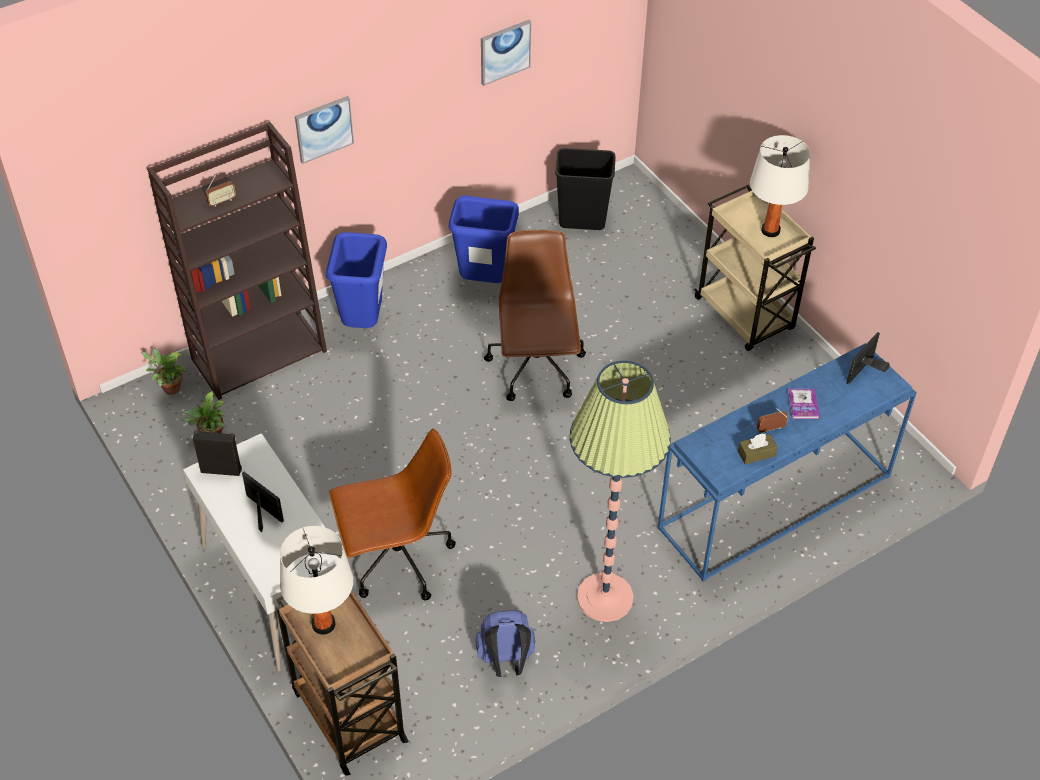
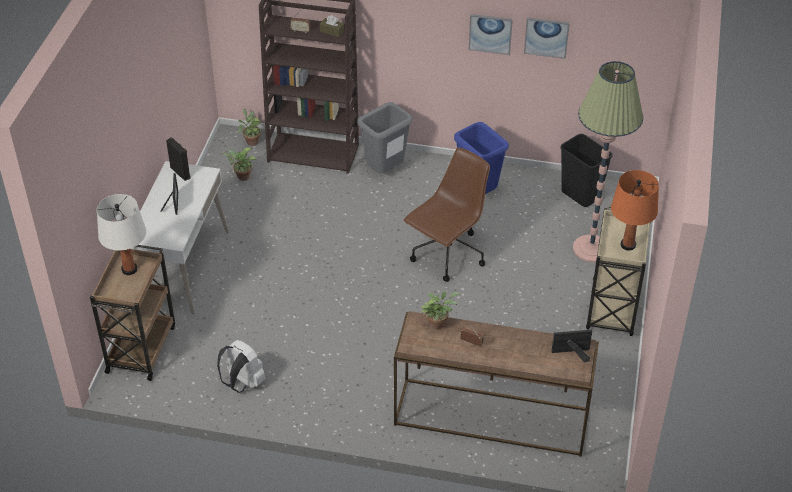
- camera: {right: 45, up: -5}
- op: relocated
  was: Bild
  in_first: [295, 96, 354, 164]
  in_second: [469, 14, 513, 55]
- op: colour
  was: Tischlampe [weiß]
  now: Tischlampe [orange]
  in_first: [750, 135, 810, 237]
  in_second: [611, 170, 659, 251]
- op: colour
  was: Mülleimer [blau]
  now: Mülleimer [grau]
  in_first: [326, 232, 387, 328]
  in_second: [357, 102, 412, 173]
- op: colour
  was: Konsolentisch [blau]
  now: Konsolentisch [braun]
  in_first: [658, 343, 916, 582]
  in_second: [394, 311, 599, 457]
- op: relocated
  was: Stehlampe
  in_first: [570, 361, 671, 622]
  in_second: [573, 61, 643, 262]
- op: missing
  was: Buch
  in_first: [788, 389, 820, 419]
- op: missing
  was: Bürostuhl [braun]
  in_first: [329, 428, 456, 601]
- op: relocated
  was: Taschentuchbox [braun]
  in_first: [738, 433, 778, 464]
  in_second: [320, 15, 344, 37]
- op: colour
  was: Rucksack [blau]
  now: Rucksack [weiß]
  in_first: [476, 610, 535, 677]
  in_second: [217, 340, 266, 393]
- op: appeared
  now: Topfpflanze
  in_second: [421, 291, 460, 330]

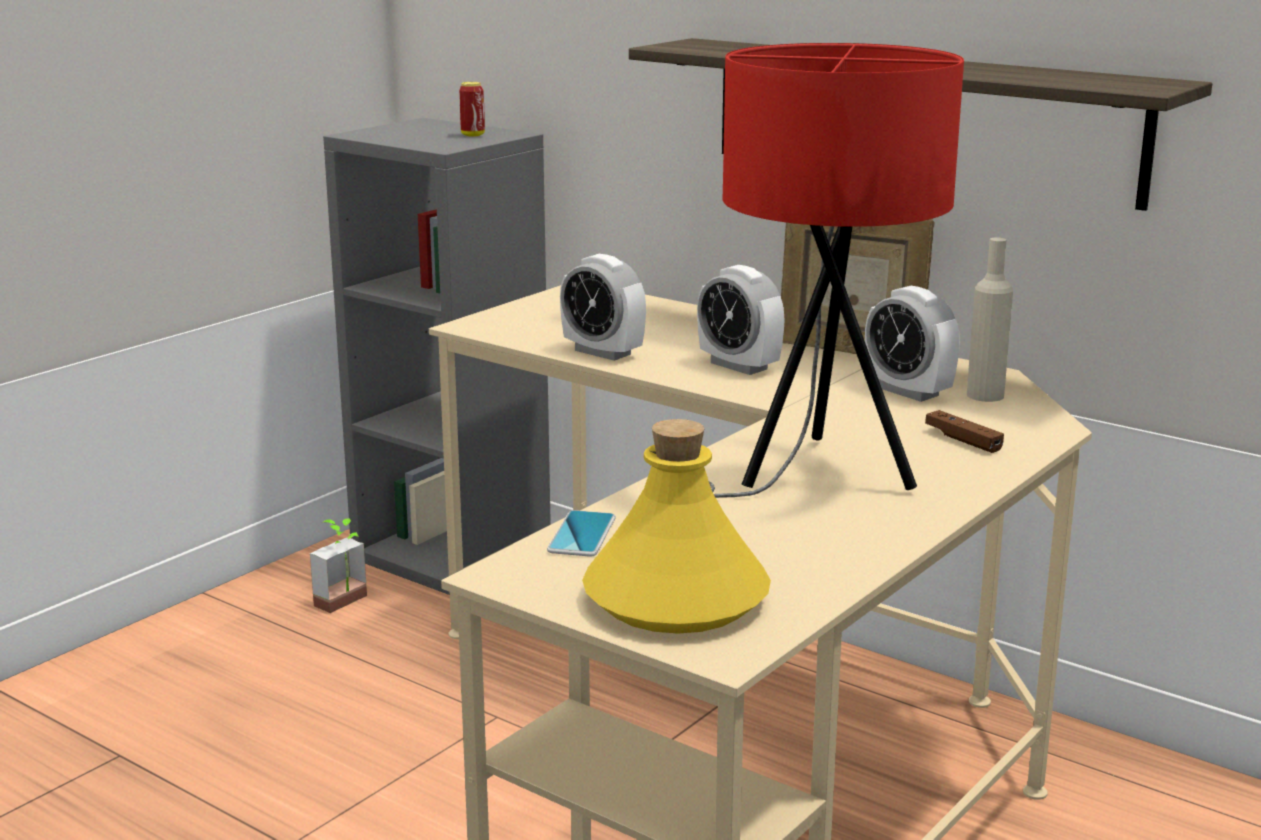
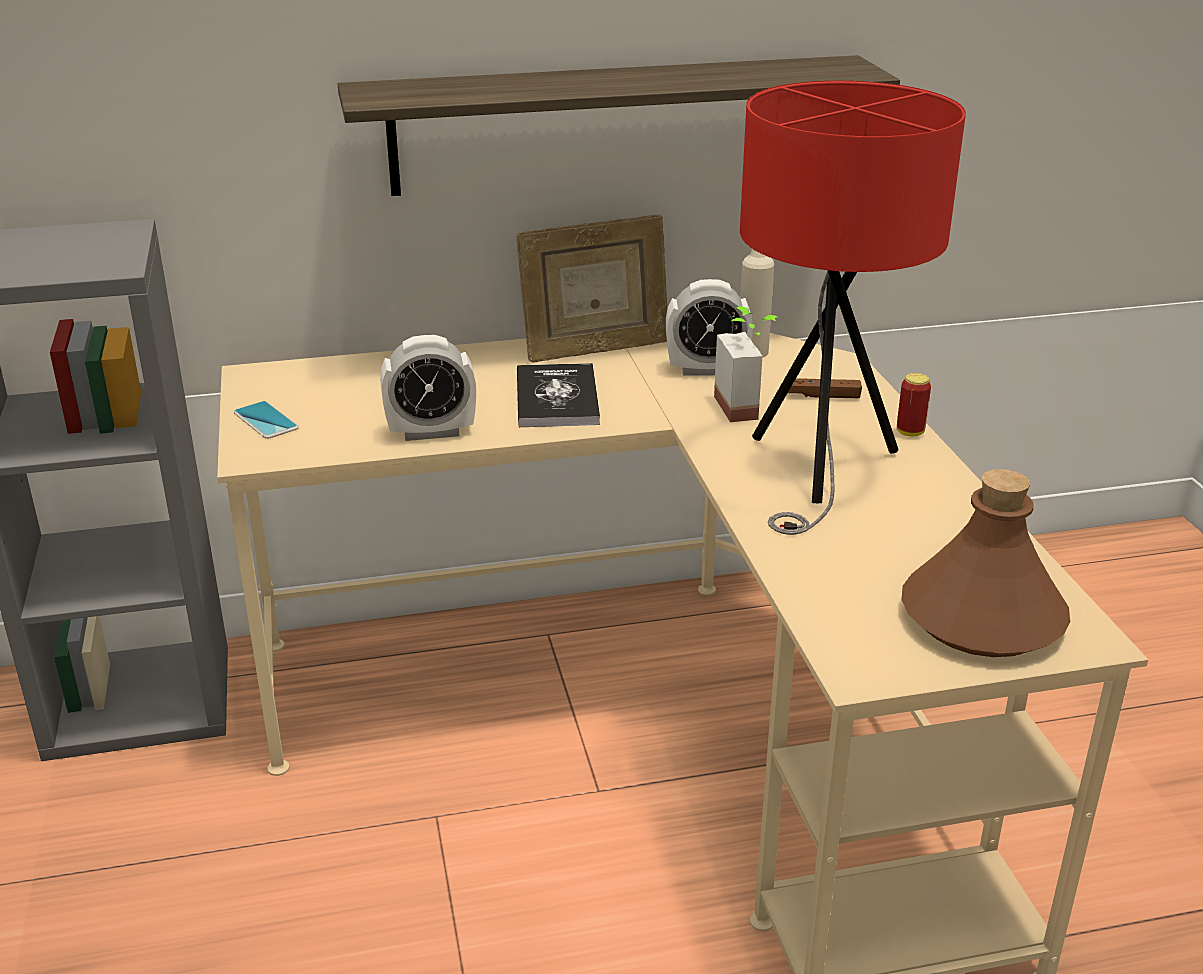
- camera: {right: -50, up: 10}
- op: relocated
  was: Dose
  in_first: [459, 82, 485, 137]
  in_second: [897, 373, 931, 437]
- op: exchanged
  was: Wecker
  now: Buch
  in_first: [697, 265, 785, 375]
  in_second: [517, 363, 600, 427]
- op: colour
  was: Flasche [gelb]
  now: Flasche [braun]
  in_first: [582, 419, 771, 634]
  in_second: [901, 469, 1070, 657]
- op: relocated
  was: Handy
  in_first: [547, 510, 616, 557]
  in_second: [234, 401, 299, 439]
- op: relocated
  was: Topfpflanze
  in_first: [310, 518, 367, 613]
  in_second: [714, 306, 779, 422]

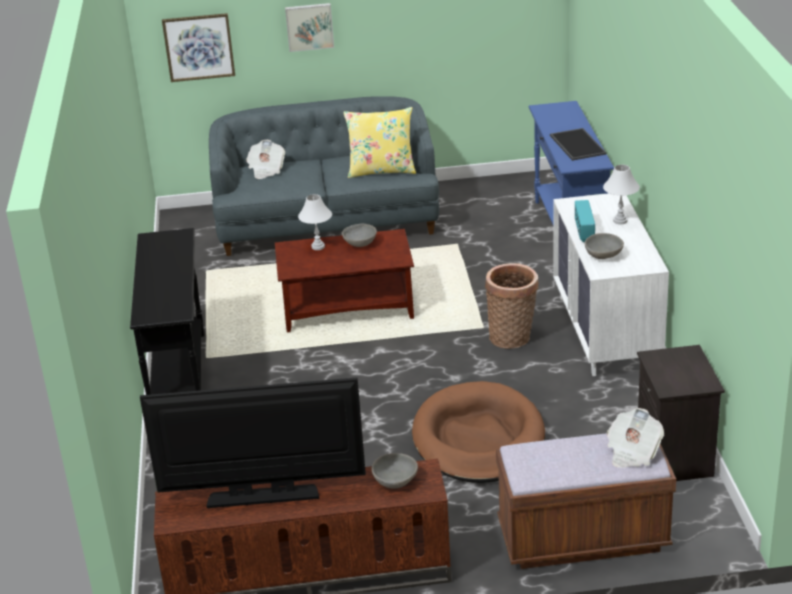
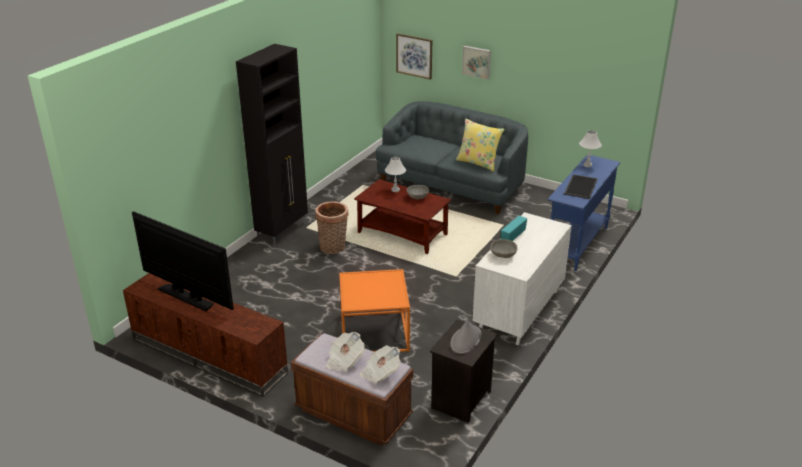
- camera: {right: 35, up: 0}
- op: relocated
  was: Zeitung
  in_first: [246, 140, 285, 179]
  in_second: [326, 332, 365, 371]
- op: relocated
  was: Tischlampe [weiß]
  in_first: [603, 165, 640, 224]
  in_second: [579, 130, 602, 167]
- op: exchanged
  was: Konsolentisch [schwarz]
  now: Schrank [schwarz]
  in_first: [130, 228, 204, 395]
  in_second: [236, 44, 308, 247]
- op: relocated
  was: Korb
  in_first: [485, 263, 538, 349]
  in_second: [315, 201, 348, 254]
- op: exchanged
  was: Hundebett [braun]
  now: Beistelltisch [orange]
  in_first: [412, 381, 545, 483]
  in_second: [339, 269, 410, 352]
- op: missing
  was: Schüssel [grau]
  in_first: [372, 453, 418, 489]
- op: appeared
  now: Hut [grau]
  in_second: [451, 320, 481, 354]

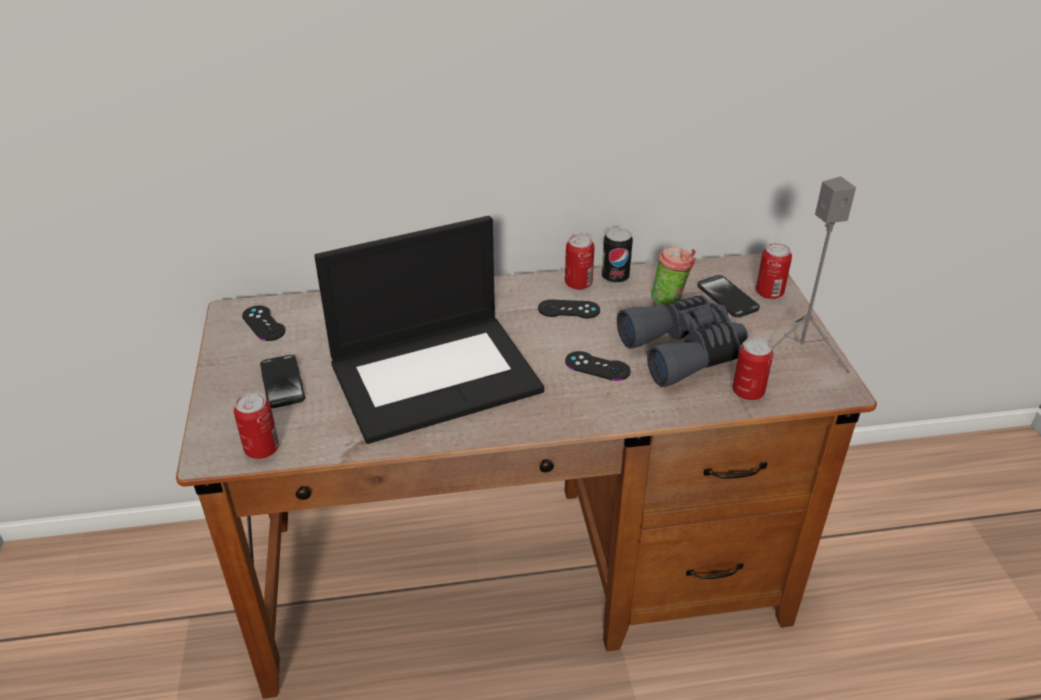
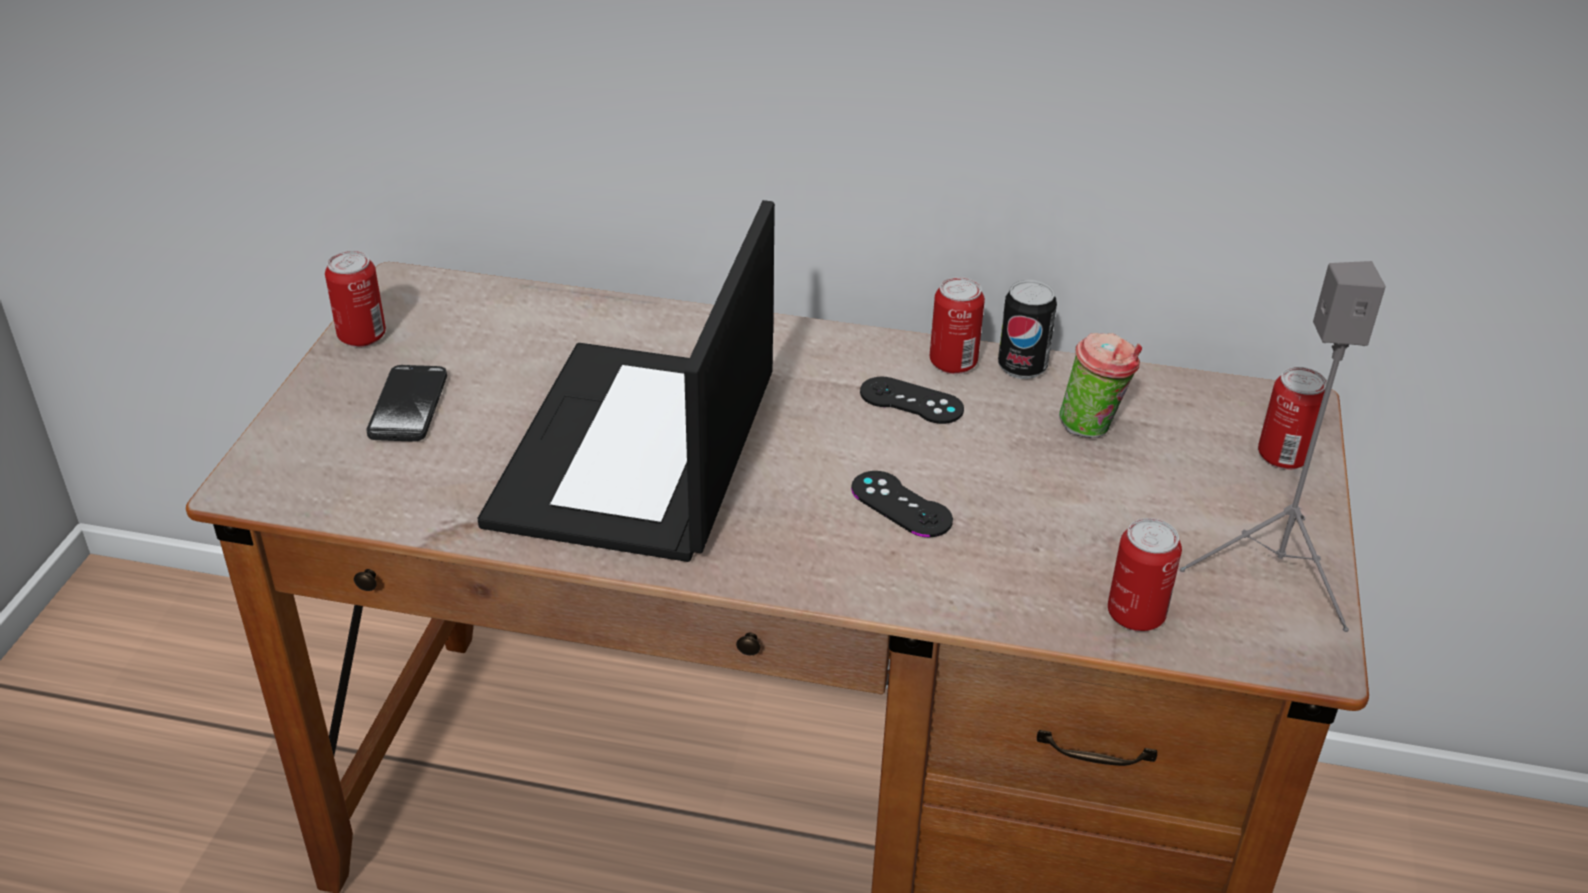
- camera: {right: 20, up: 0}
- op: spun
  was: Laptop
  in_first: [314, 216, 544, 444]
  in_second: [478, 200, 775, 562]
  clockwise: 105
- op: missing
  was: Handy
  in_first: [697, 275, 760, 318]
- op: missing
  was: Fernglas [grau]
  in_first: [617, 295, 748, 387]
- op: missing
  was: Gamepad [schwarz]
  in_first: [242, 306, 285, 341]
- op: relocated
  was: Dose
  in_first: [234, 392, 279, 459]
  in_second: [325, 251, 386, 347]

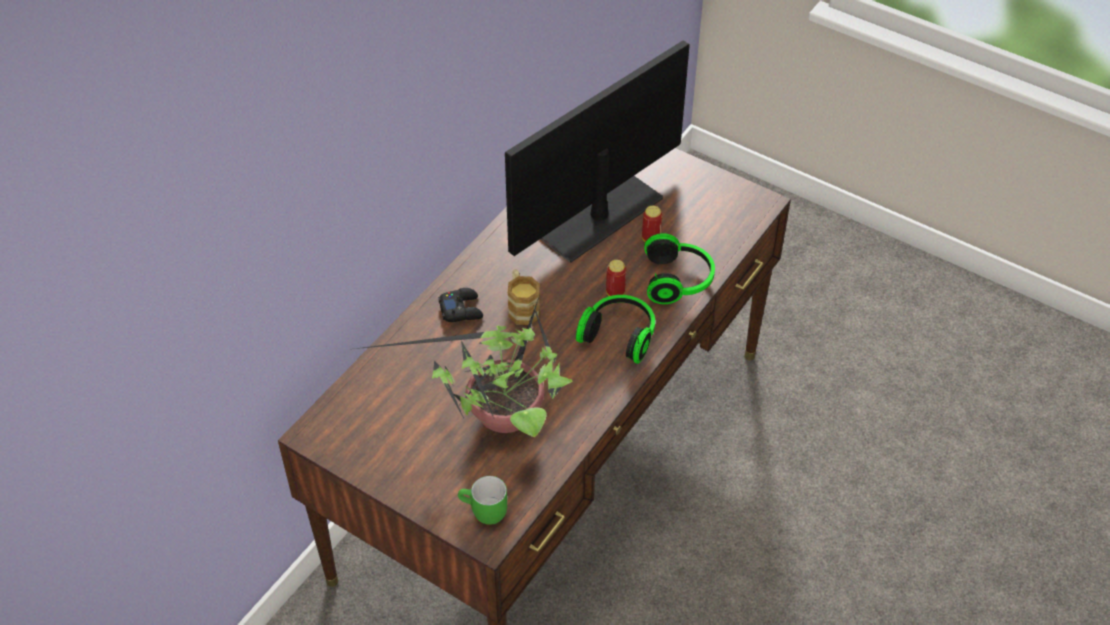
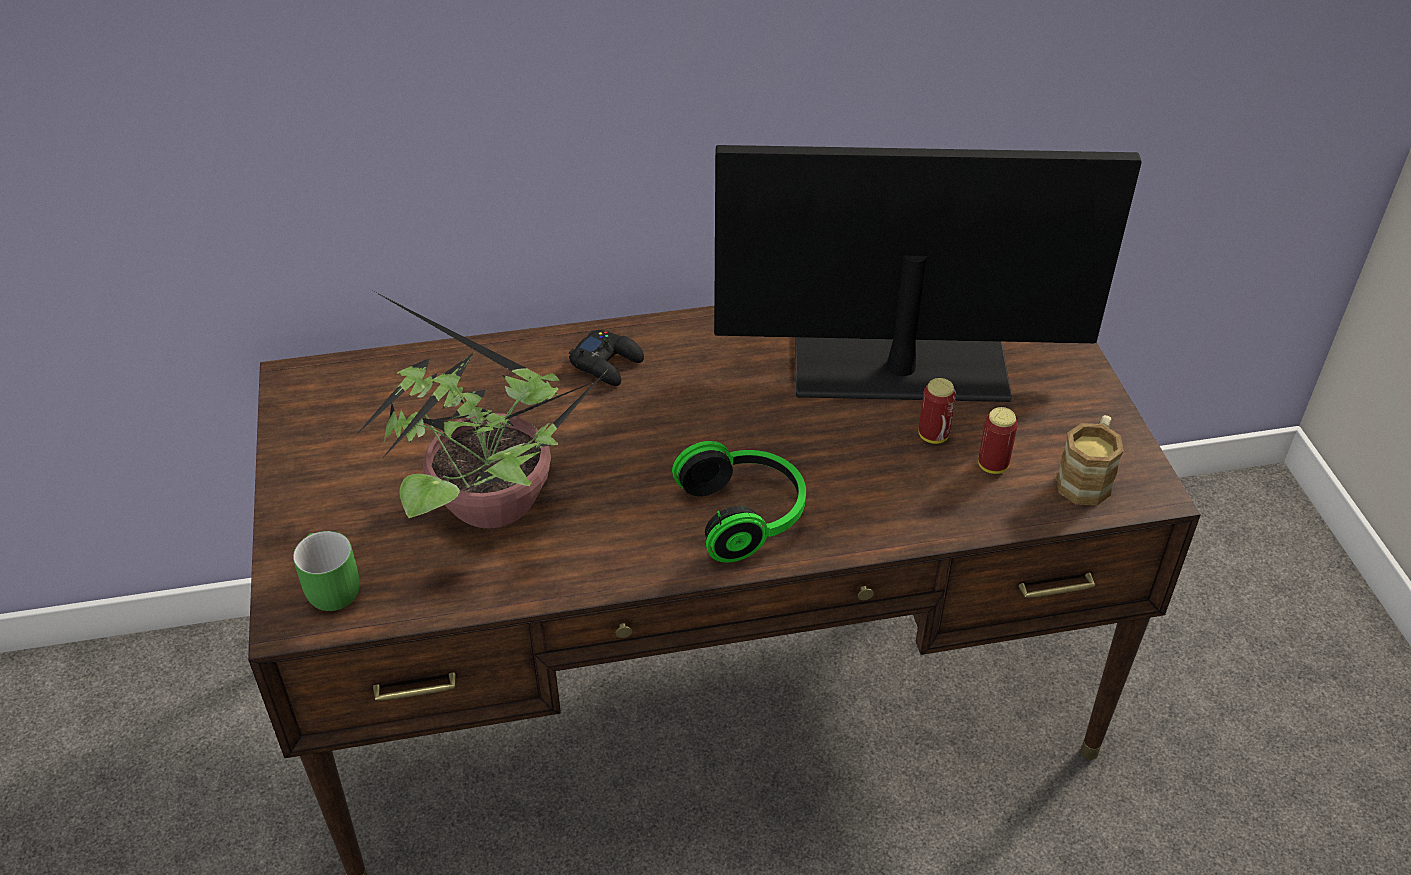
- camera: {right: 45, up: -5}
- op: missing
  was: Kopfhörer
  in_first: [644, 233, 715, 304]
- op: relocated
  was: Dose
  in_first: [606, 260, 626, 296]
  in_second: [978, 407, 1018, 474]
- op: relocated
  was: Henkelbecher
  in_first: [507, 269, 540, 325]
  in_second: [1056, 415, 1124, 506]

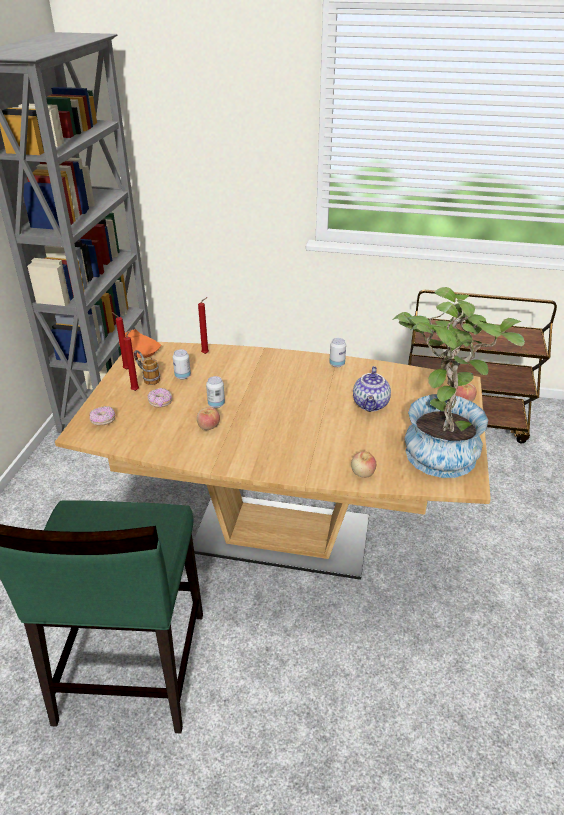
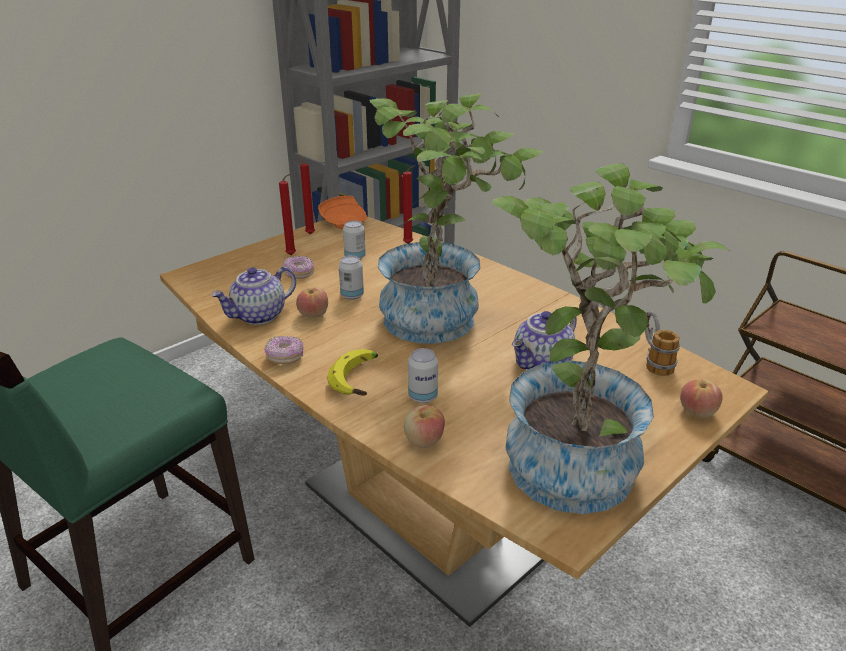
- camera: {right: 35, up: -5}
- op: relocated
  was: Dose
  in_first: [329, 338, 346, 367]
  in_second: [408, 348, 438, 403]
- op: relocated
  was: Henkelbecher
  in_first: [133, 350, 160, 385]
  in_second: [645, 311, 680, 376]
- op: relocated
  was: Donut
  in_first: [89, 406, 116, 426]
  in_second: [264, 336, 304, 364]
- op: appeared
  now: Topfpflanze
  in_second: [369, 93, 543, 344]
- op: appeared
  now: Teekanne
  in_second: [211, 267, 296, 325]
- op: appeared
  now: Banane
  in_second: [327, 349, 378, 395]

